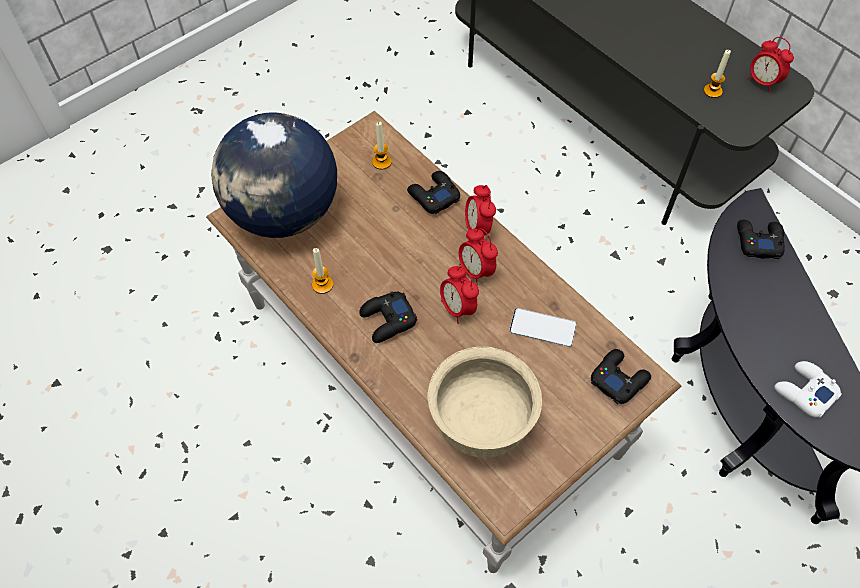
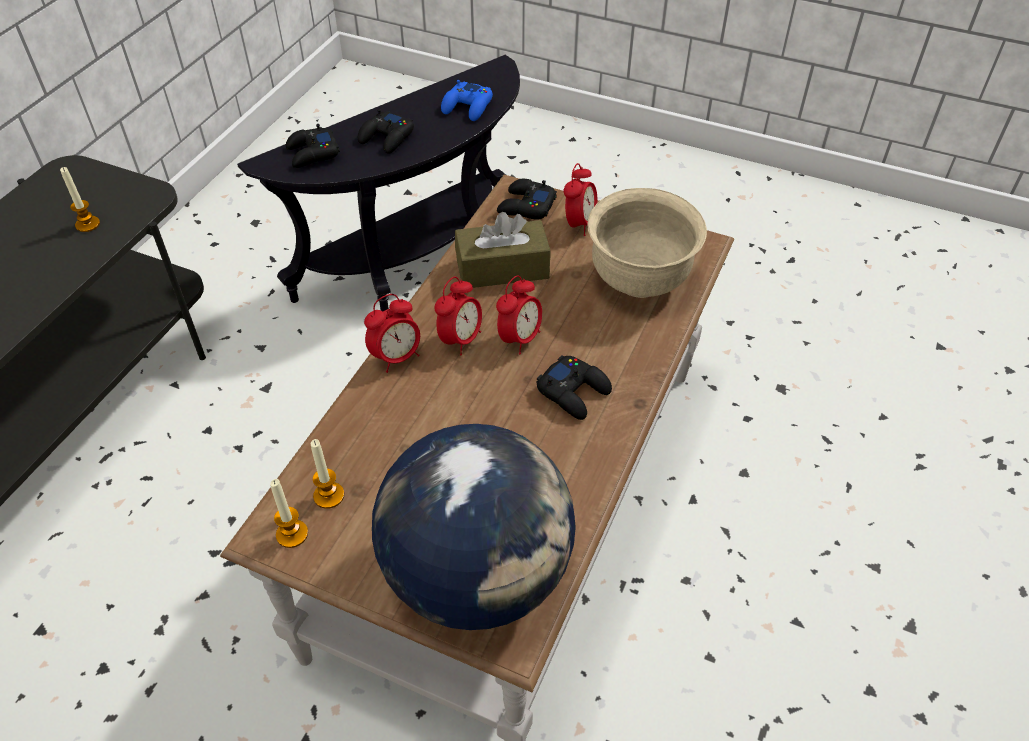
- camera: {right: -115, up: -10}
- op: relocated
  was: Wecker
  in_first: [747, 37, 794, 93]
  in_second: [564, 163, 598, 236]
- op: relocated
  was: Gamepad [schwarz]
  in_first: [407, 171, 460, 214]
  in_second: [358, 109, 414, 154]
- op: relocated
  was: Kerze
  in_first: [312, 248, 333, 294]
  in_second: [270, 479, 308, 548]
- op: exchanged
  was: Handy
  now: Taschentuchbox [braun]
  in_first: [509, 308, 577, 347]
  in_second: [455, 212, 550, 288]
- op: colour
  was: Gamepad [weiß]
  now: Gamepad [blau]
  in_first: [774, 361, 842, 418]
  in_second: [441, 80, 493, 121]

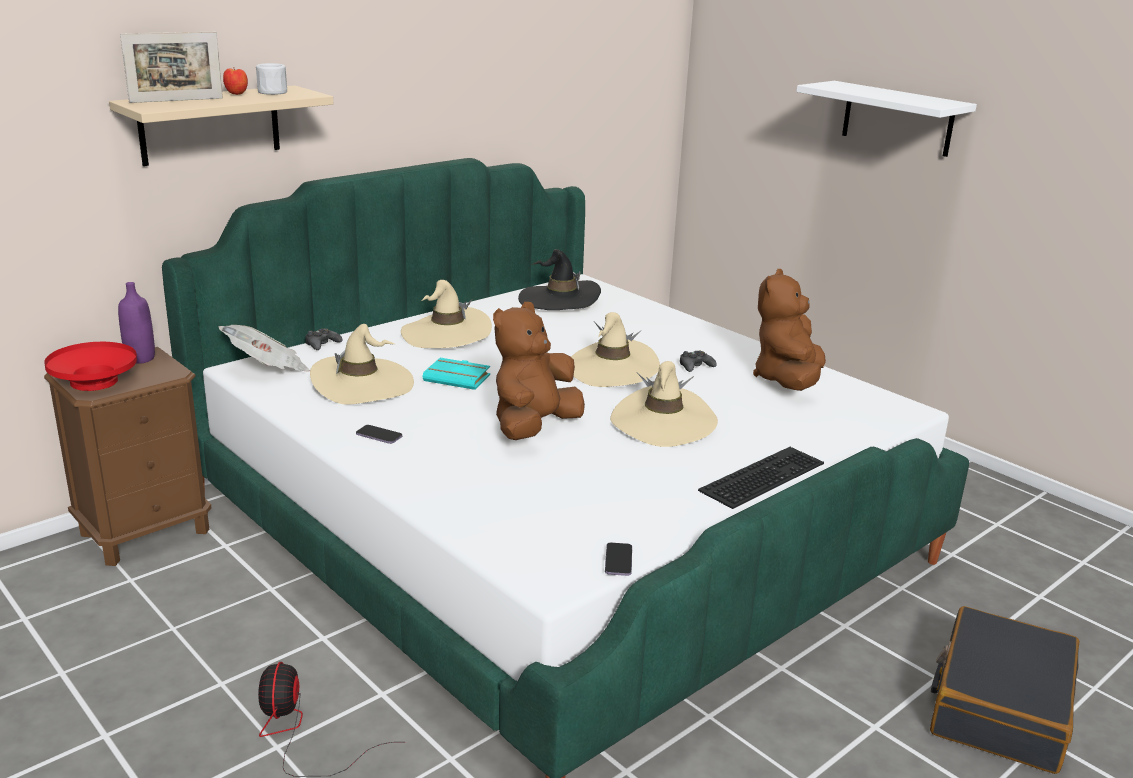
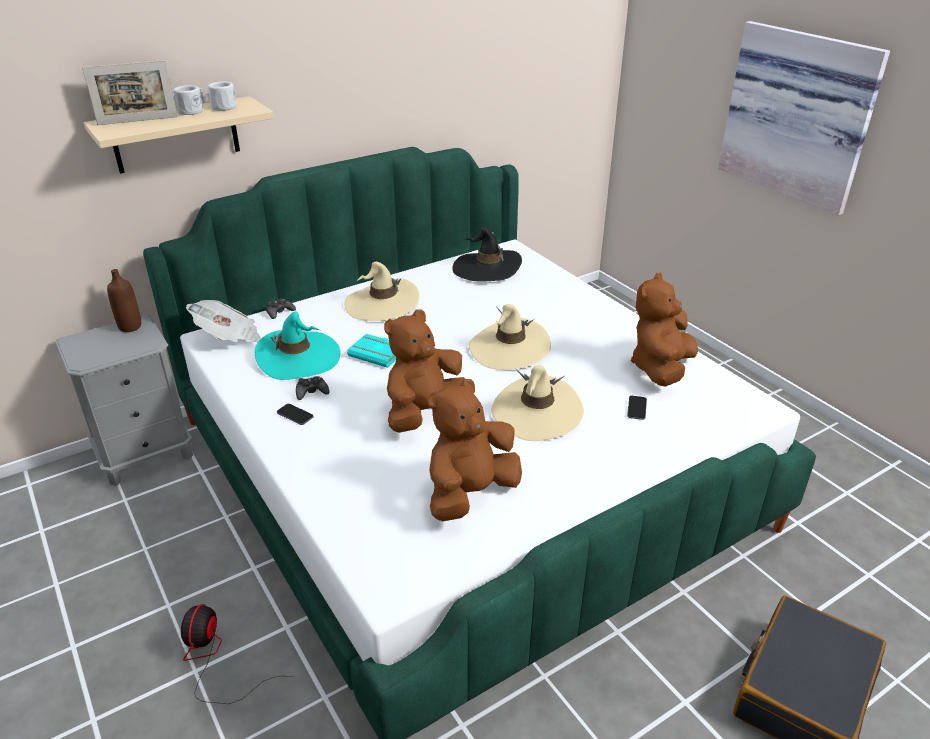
- camera: {right: 10, up: 10}
- op: exchanged
  was: Apfel
  now: Henkelbecher [weiß]
  in_first: [223, 67, 248, 95]
  in_second: [173, 85, 204, 115]
- op: exchanged
  was: Wandregal [weiß]
  now: Bild
  in_first: [796, 81, 977, 157]
  in_second: [718, 21, 890, 215]
- op: colour
  was: Flasche [lila]
  now: Flasche [braun]
  in_first: [118, 282, 155, 364]
  in_second: [107, 269, 141, 332]
- op: colour
  was: Hut [beige]
  now: Hut [türkis]
  in_first: [310, 324, 414, 404]
  in_second: [255, 311, 340, 380]
- op: missing
  was: Schüssel [rot]
  in_first: [44, 342, 137, 391]
- op: colour
  was: Nachttisch [braun]
  now: Nachttisch [grau]
  in_first: [44, 347, 212, 566]
  in_second: [55, 314, 193, 486]
- op: relocated
  was: Gamepad [schwarz]
  in_first: [680, 350, 717, 372]
  in_second: [296, 376, 330, 400]
- op: missing
  was: Tastatur
  in_first: [698, 447, 824, 509]
- op: relocated
  was: Handy
  in_first: [605, 543, 632, 576]
  in_second: [627, 396, 647, 420]
- op: appeared
  now: Plüschtier [braun]
  in_second: [428, 379, 522, 521]

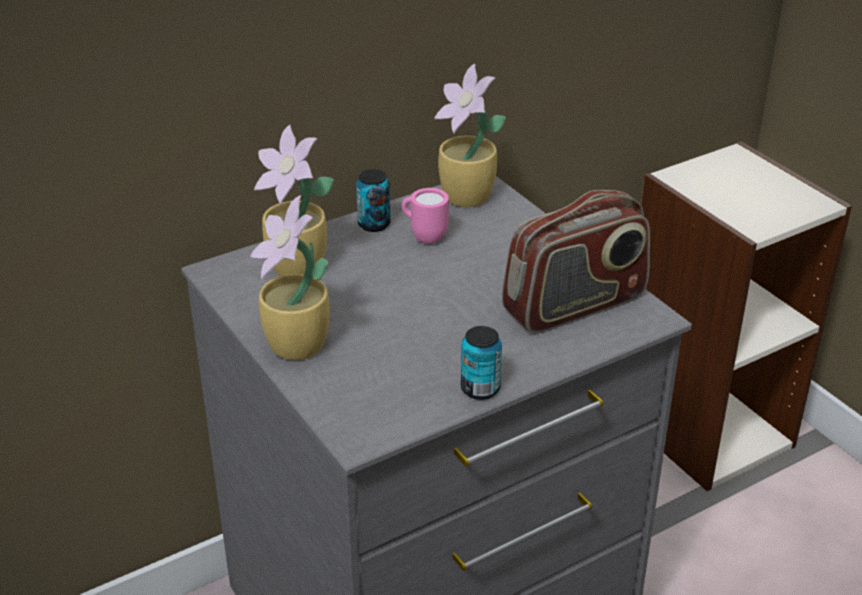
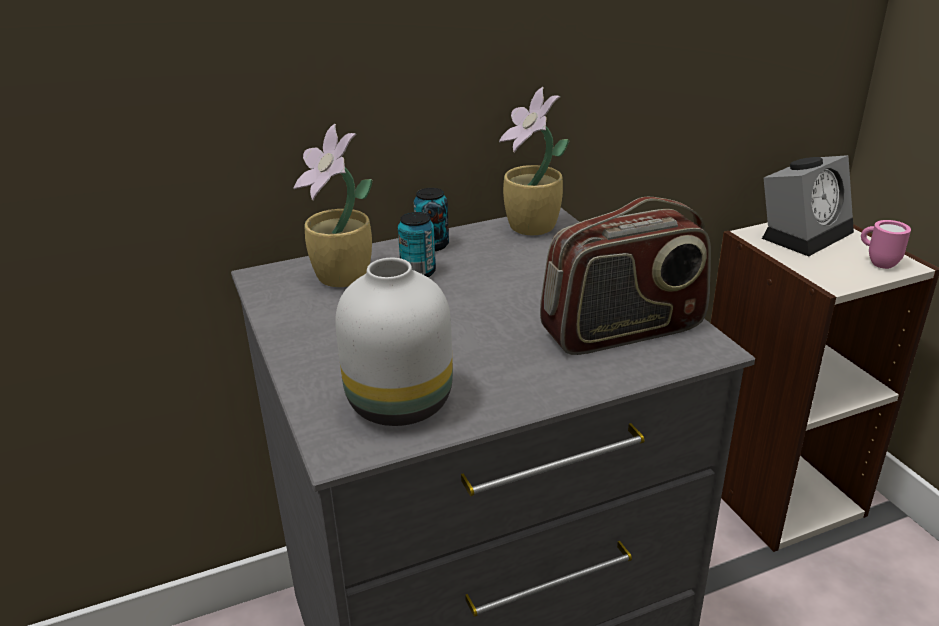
- camera: {right: 10, up: -5}
- op: relocated
  was: Henkelbecher [rosa]
  in_first: [402, 188, 449, 244]
  in_second: [861, 220, 911, 269]
- op: missing
  was: Topfpflanze
  in_first: [250, 195, 330, 360]
- op: relocated
  was: Dose
  in_first: [461, 326, 502, 400]
  in_second: [398, 212, 436, 277]
- op: appeared
  now: Wecker
  in_second: [762, 155, 854, 256]
- op: appeared
  now: Vase [weiß]
  in_second: [335, 258, 453, 426]

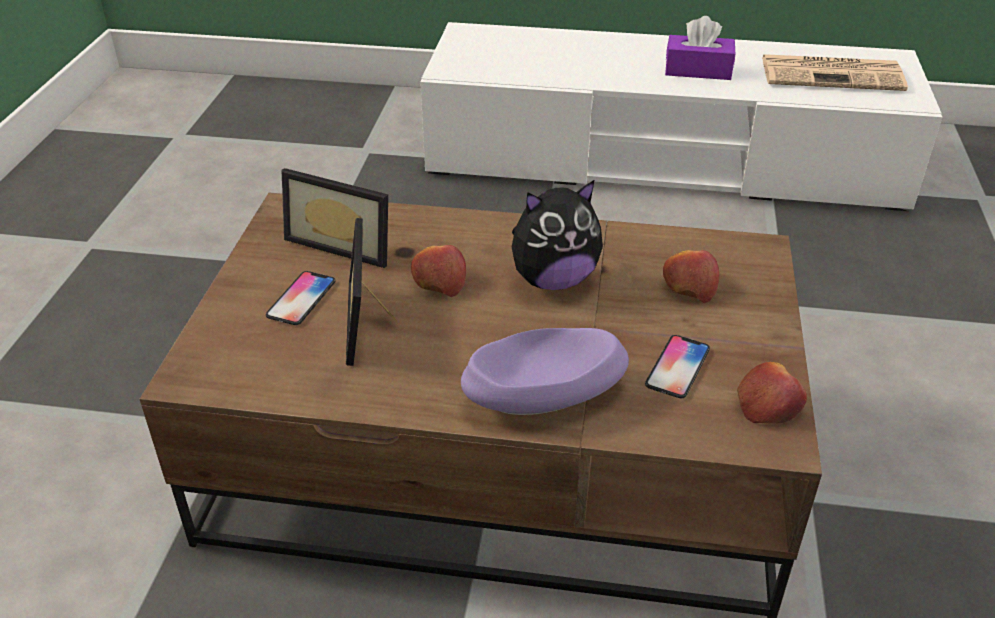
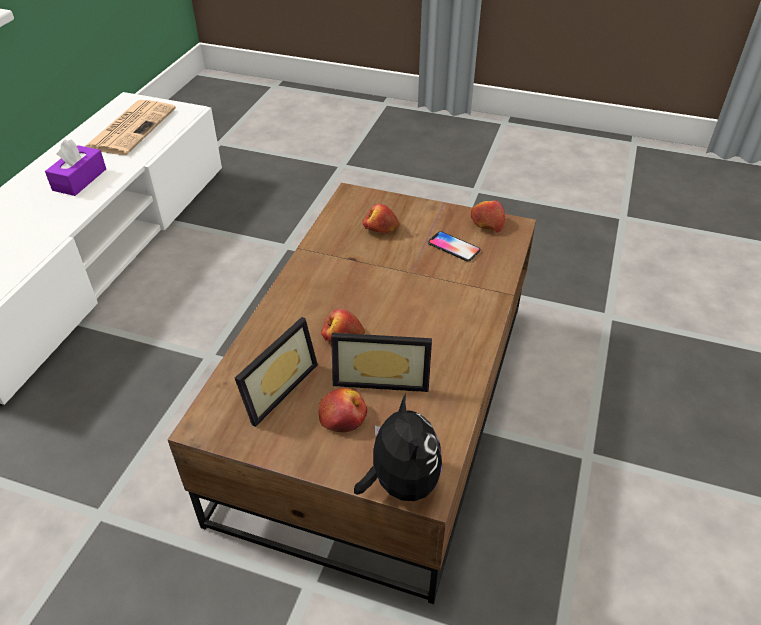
- camera: {right: -80, up: 5}
- op: relocated
  was: Plüschtier
  in_first: [512, 180, 603, 290]
  in_second: [354, 393, 442, 501]
- op: exchanged
  was: Handy
  now: Apfel
  in_first: [266, 271, 336, 325]
  in_second: [318, 388, 367, 432]
- op: missing
  was: Schüssel [lila]
  in_first: [461, 328, 629, 415]

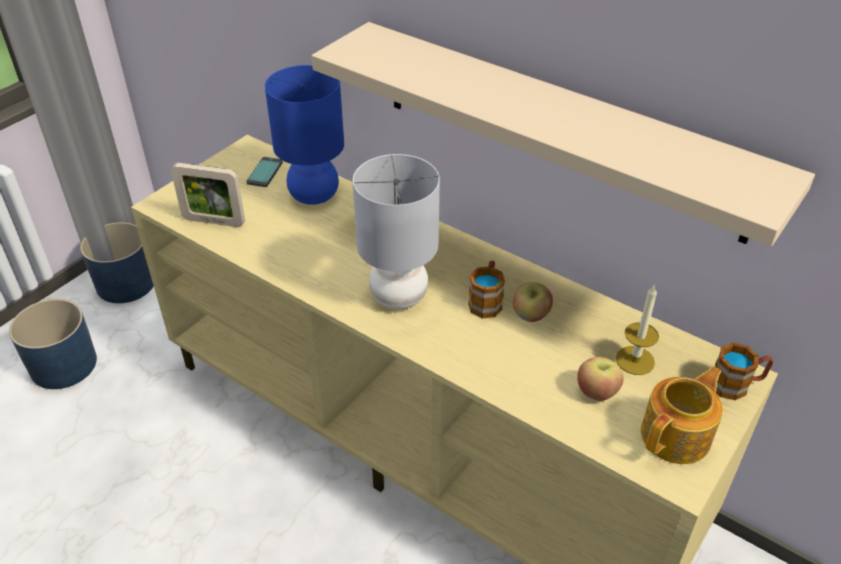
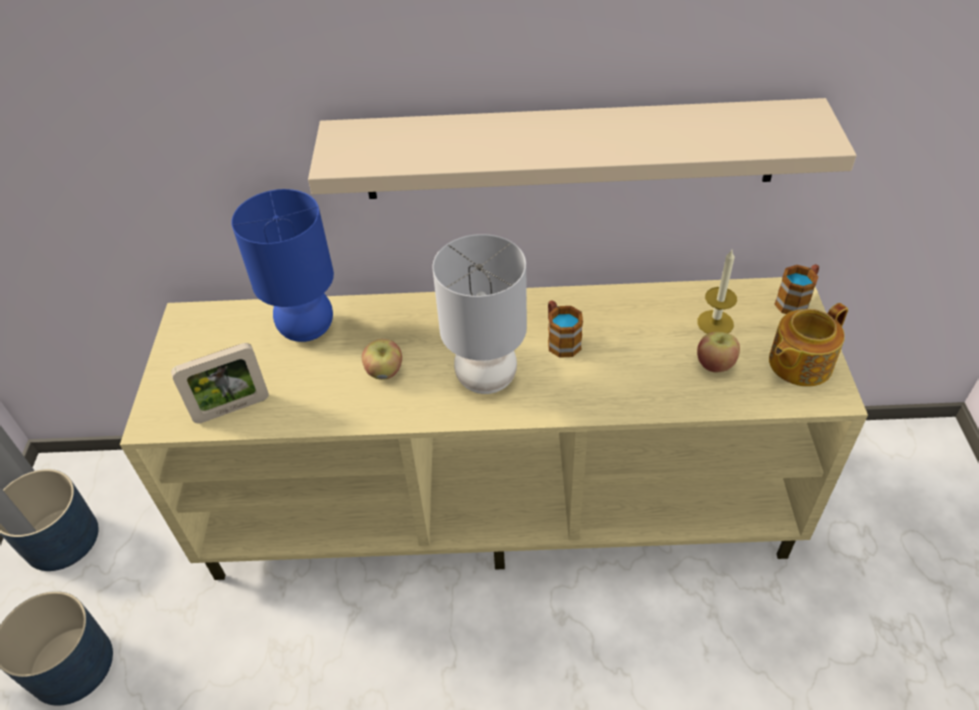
- camera: {right: -35, up: 5}
- op: missing
  was: Handy
  in_first: [247, 157, 283, 187]
- op: relocated
  was: Apfel
  in_first: [513, 282, 553, 322]
  in_second: [362, 339, 402, 380]
- op: spun
  was: Teekanne
  in_first: [641, 366, 723, 464]
  in_second: [769, 303, 848, 387]
  clockwise: -135

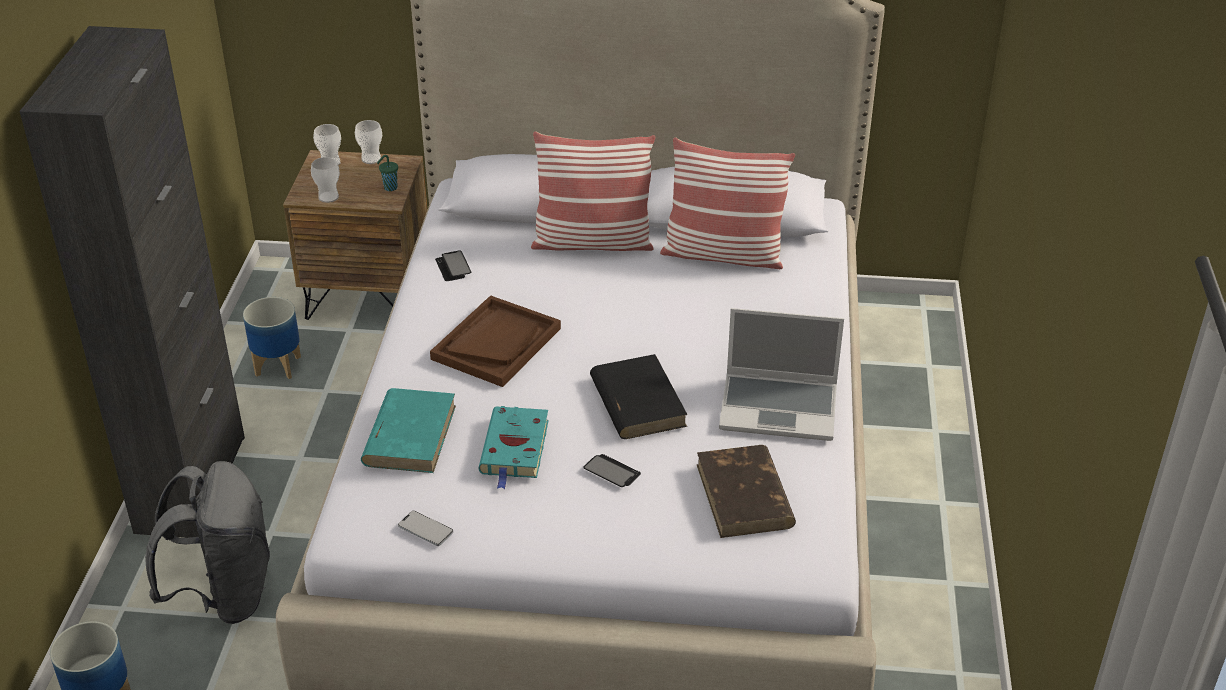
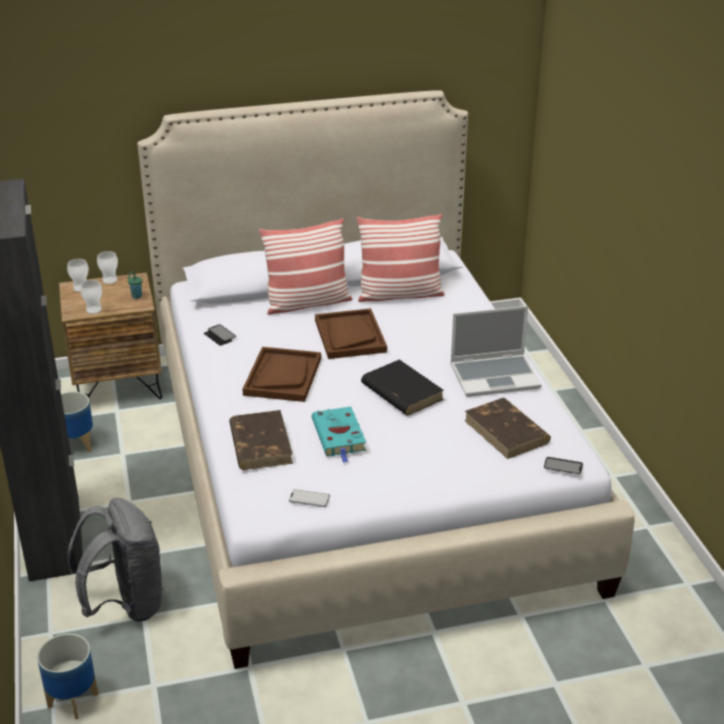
- camera: {right: -20, up: -5}
- op: colour
  was: Buch [türkis]
  now: Buch [braun]
  in_first: [361, 388, 456, 473]
  in_second: [229, 410, 293, 470]
- op: relocated
  was: Handy
  in_first: [584, 454, 641, 487]
  in_second: [544, 457, 583, 474]
- op: appeared
  now: Tablett [braun]
  in_second: [315, 308, 387, 359]

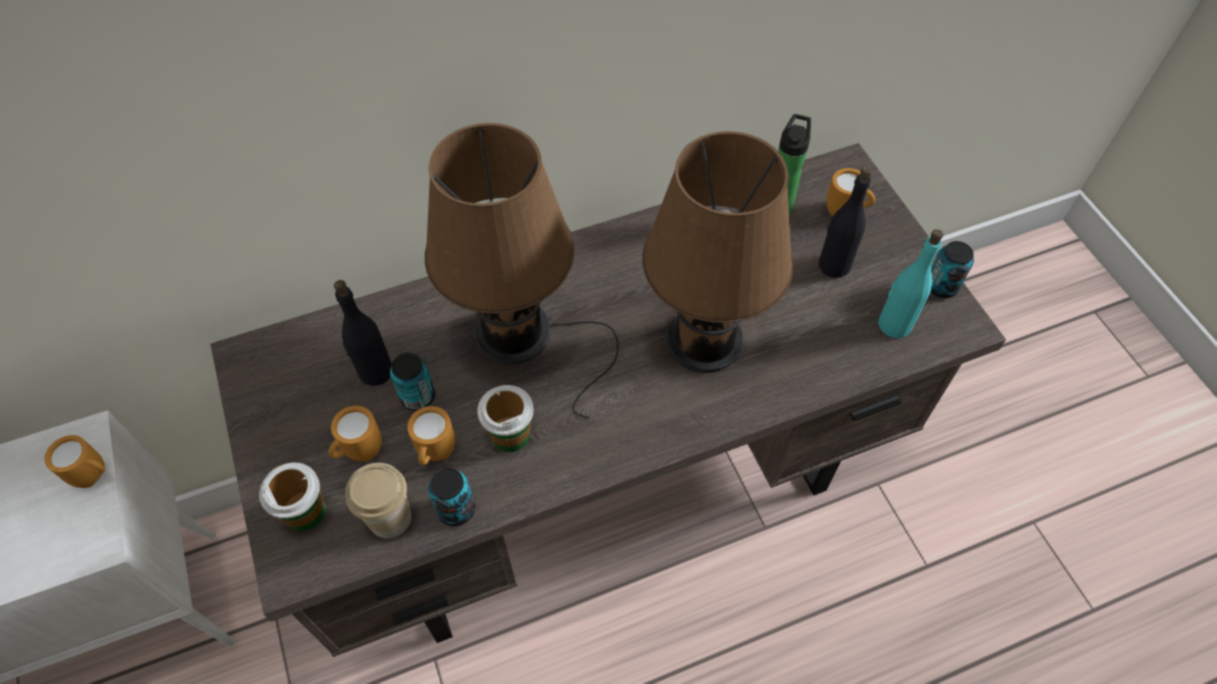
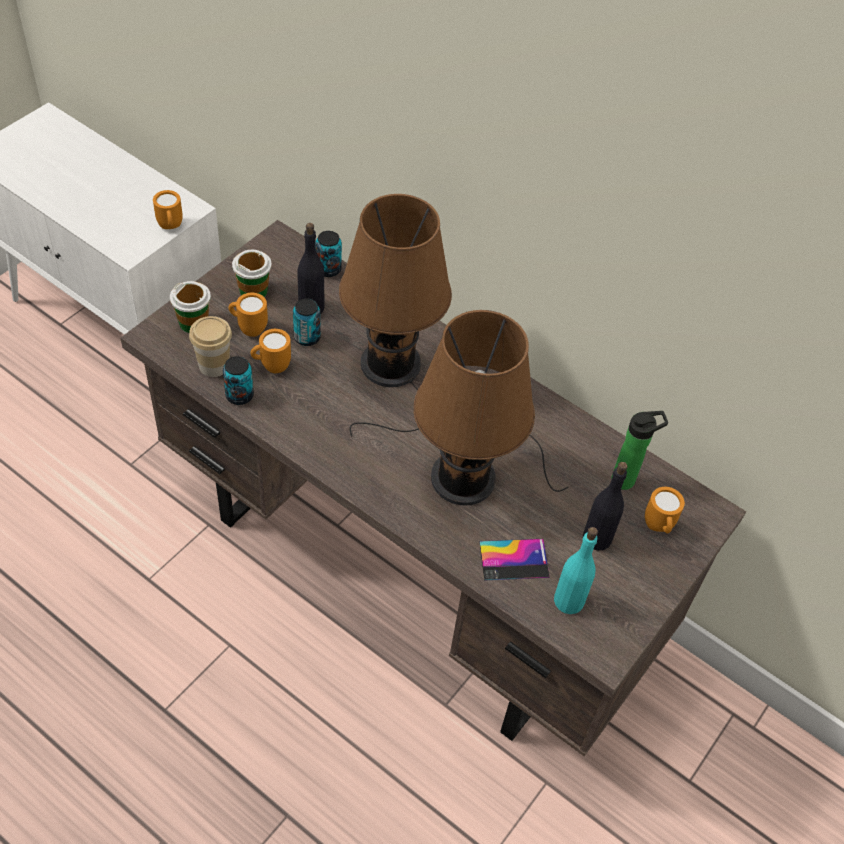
- camera: {right: 55, up: -5}
- op: relocated
  was: Dose
  in_first: [931, 241, 974, 298]
  in_second: [316, 231, 342, 277]
- op: relocated
  was: Tasse
  in_first: [477, 385, 534, 453]
  in_second: [232, 250, 272, 297]
- op: appeared
  now: Handy
  in_second: [479, 539, 550, 580]

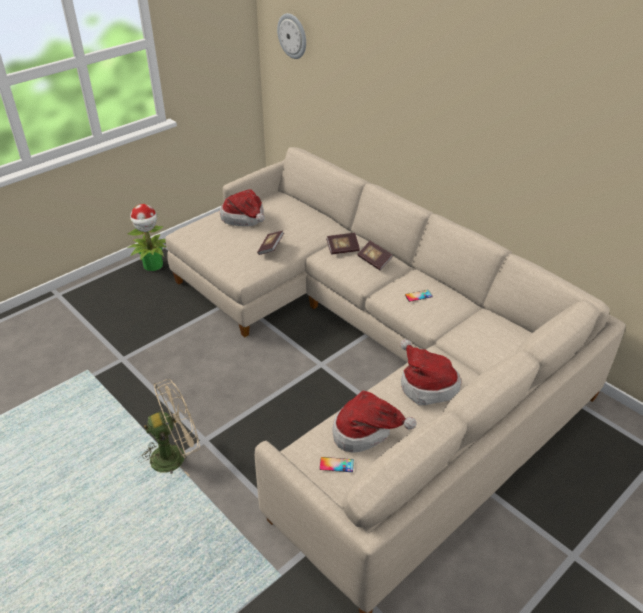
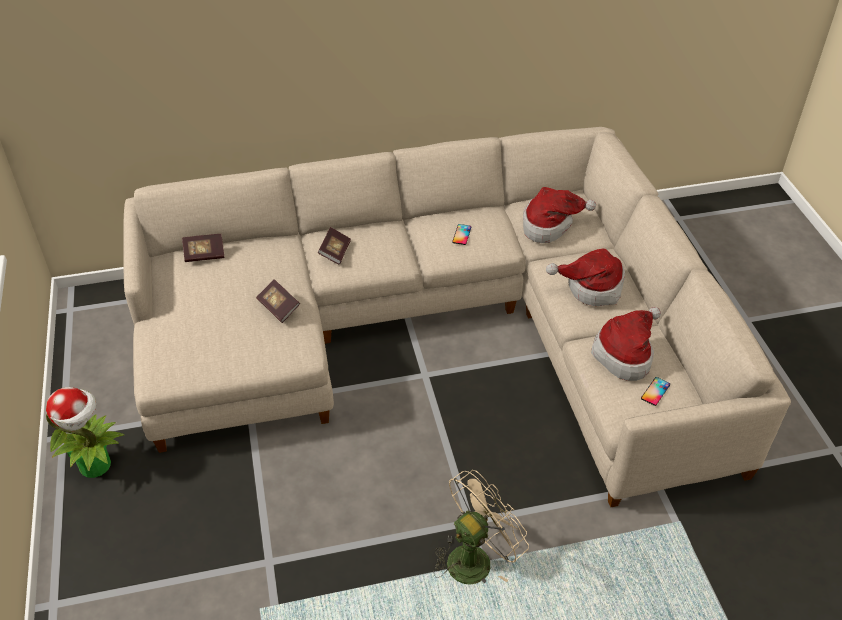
- camera: {right: -60, up: 5}
- op: missing
  was: Wanduhr
  in_first: [277, 13, 306, 59]
- op: relocated
  was: Hut
  in_first: [220, 189, 265, 226]
  in_second: [523, 187, 596, 243]
- op: relocated
  was: Buch
  in_first: [357, 241, 393, 271]
  in_second: [182, 234, 224, 262]
- op: spun
  was: Ventilator [beige]
  in_first: [138, 379, 200, 476]
  in_second: [433, 470, 529, 584]
  clockwise: 45

